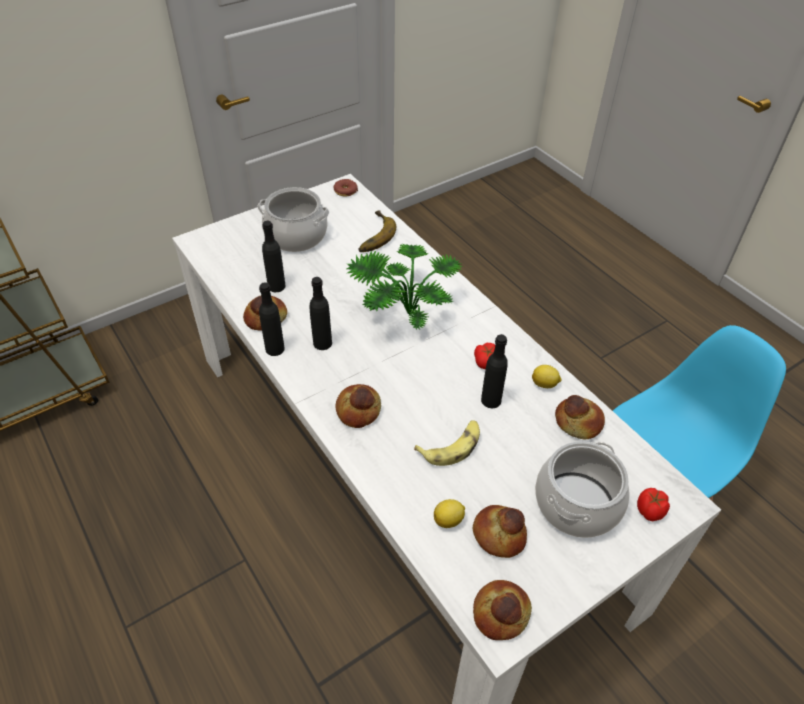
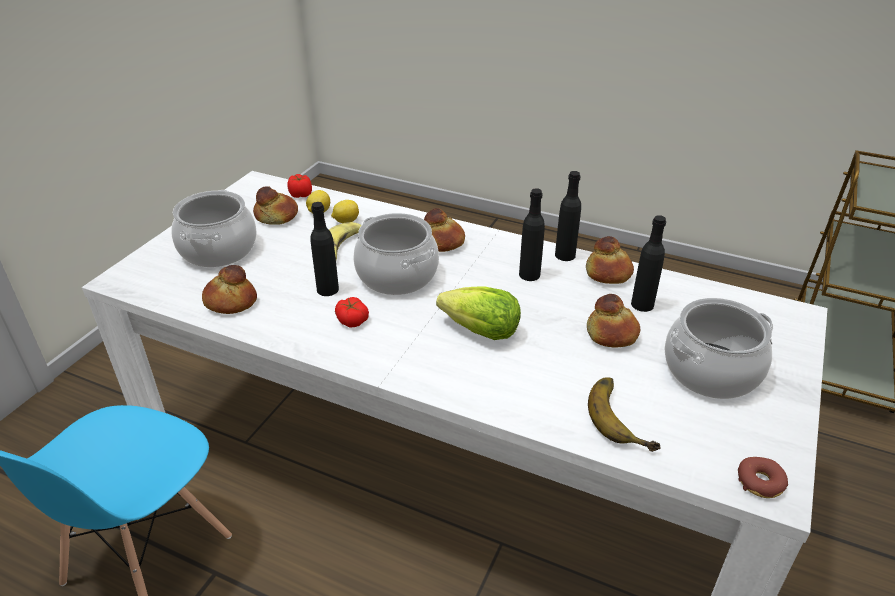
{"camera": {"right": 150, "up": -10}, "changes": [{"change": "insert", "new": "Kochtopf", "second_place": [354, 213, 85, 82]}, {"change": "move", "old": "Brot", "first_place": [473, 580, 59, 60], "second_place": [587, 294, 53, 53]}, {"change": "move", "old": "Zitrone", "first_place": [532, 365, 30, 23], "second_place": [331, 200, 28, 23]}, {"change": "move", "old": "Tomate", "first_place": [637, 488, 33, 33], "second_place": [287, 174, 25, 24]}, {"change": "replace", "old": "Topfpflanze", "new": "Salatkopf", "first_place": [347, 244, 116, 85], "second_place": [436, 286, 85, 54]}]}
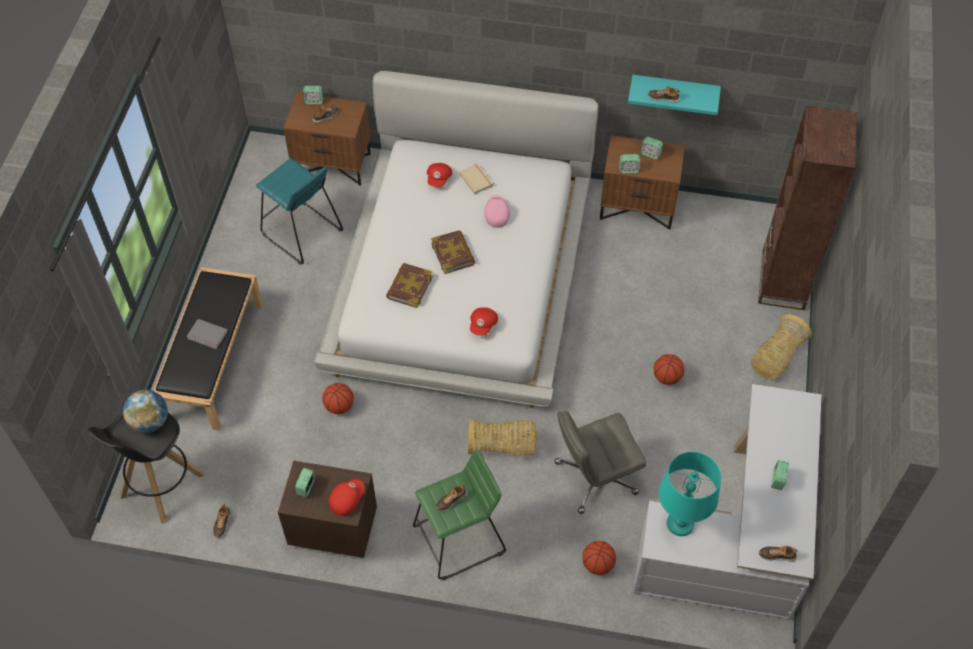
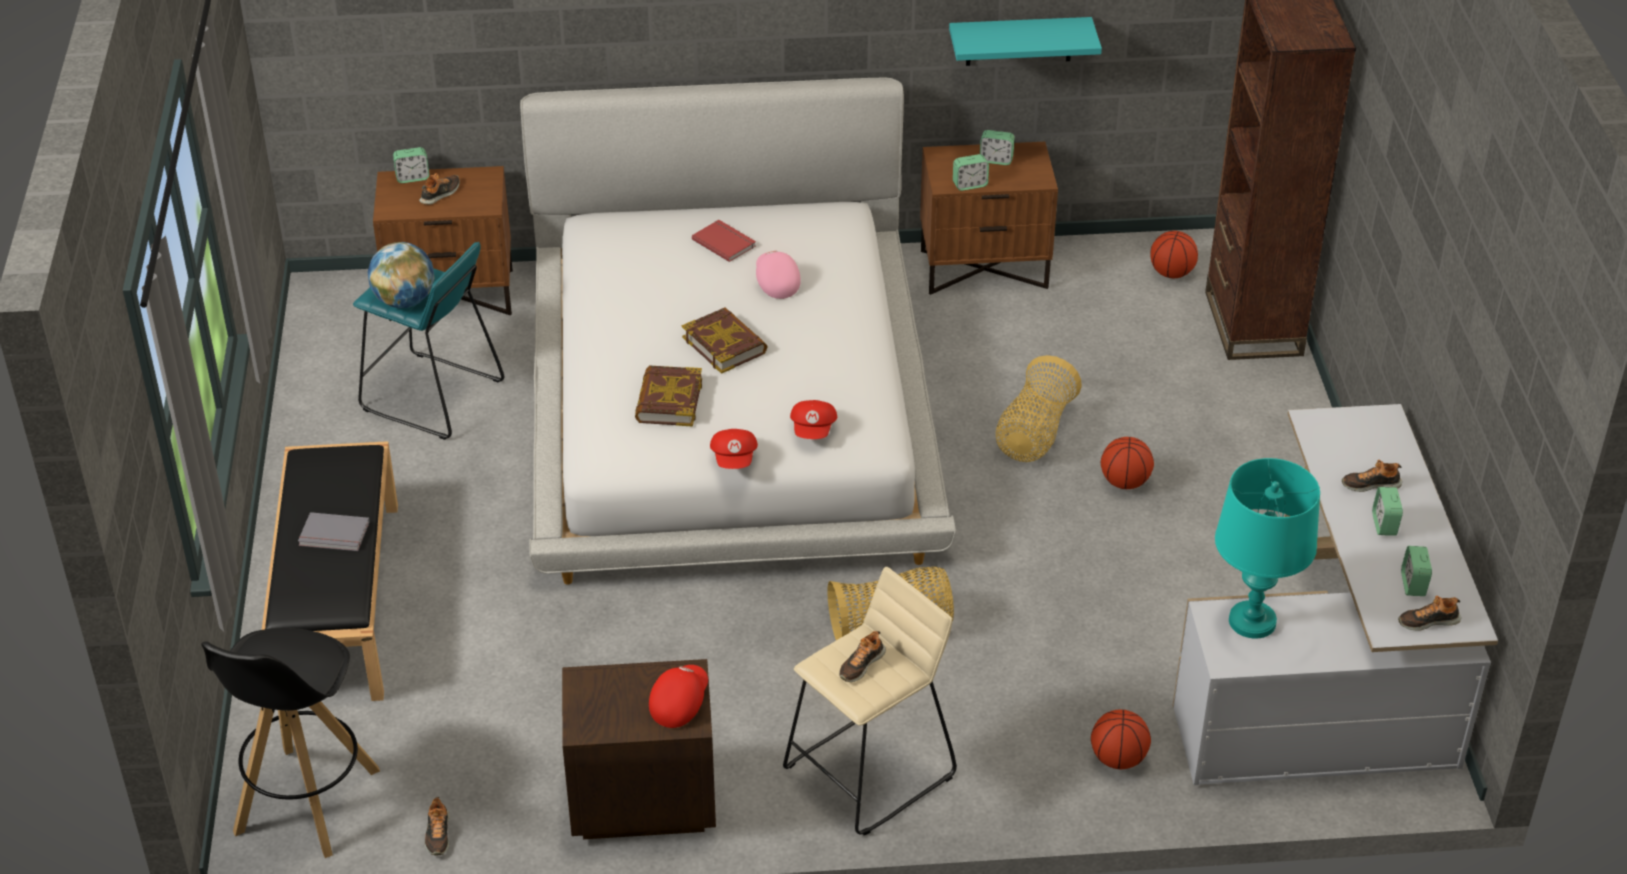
{"camera": {"right": -15, "up": -15}, "changes": [{"change": "delete", "old": "Bürostuhl [grau]", "first_place": [555, 411, 91, 103]}, {"change": "move", "old": "Globus", "first_place": [123, 390, 45, 43], "second_place": [367, 242, 68, 66]}, {"change": "move", "old": "Wecker", "first_place": [295, 468, 20, 29], "second_place": [1401, 546, 31, 50]}, {"change": "move", "old": "Basketball", "first_place": [322, 383, 32, 31], "second_place": [1150, 231, 48, 47]}, {"change": "move", "old": "Kappe [rot]", "first_place": [427, 163, 25, 24], "second_place": [710, 429, 48, 40]}, {"change": "move", "old": "Schuh", "first_place": [648, 86, 32, 17], "second_place": [1342, 460, 60, 32]}, {"change": "move", "old": "Korb", "first_place": [751, 314, 61, 66], "second_place": [996, 355, 86, 107]}, {"change": "recolor", "old": "Hocker [grün]", "new": "Hocker [beige]", "first_place": [413, 449, 93, 131], "second_place": [783, 567, 174, 268]}, {"change": "recolor", "old": "Buch [beige]", "new": "Buch [rot]", "first_place": [459, 163, 35, 31], "second_place": [692, 220, 64, 42]}]}
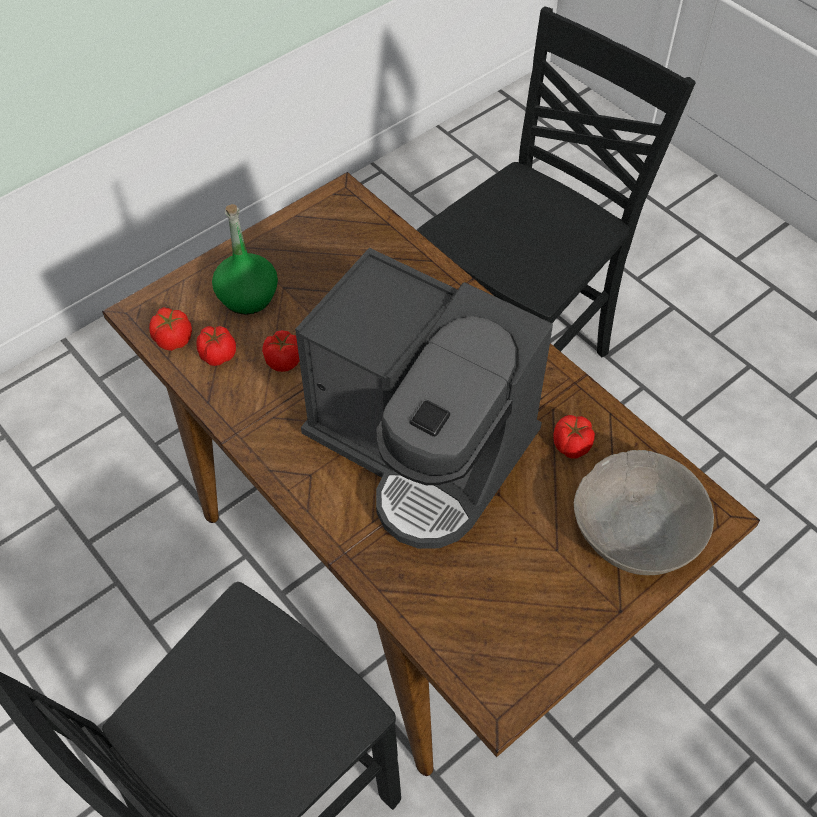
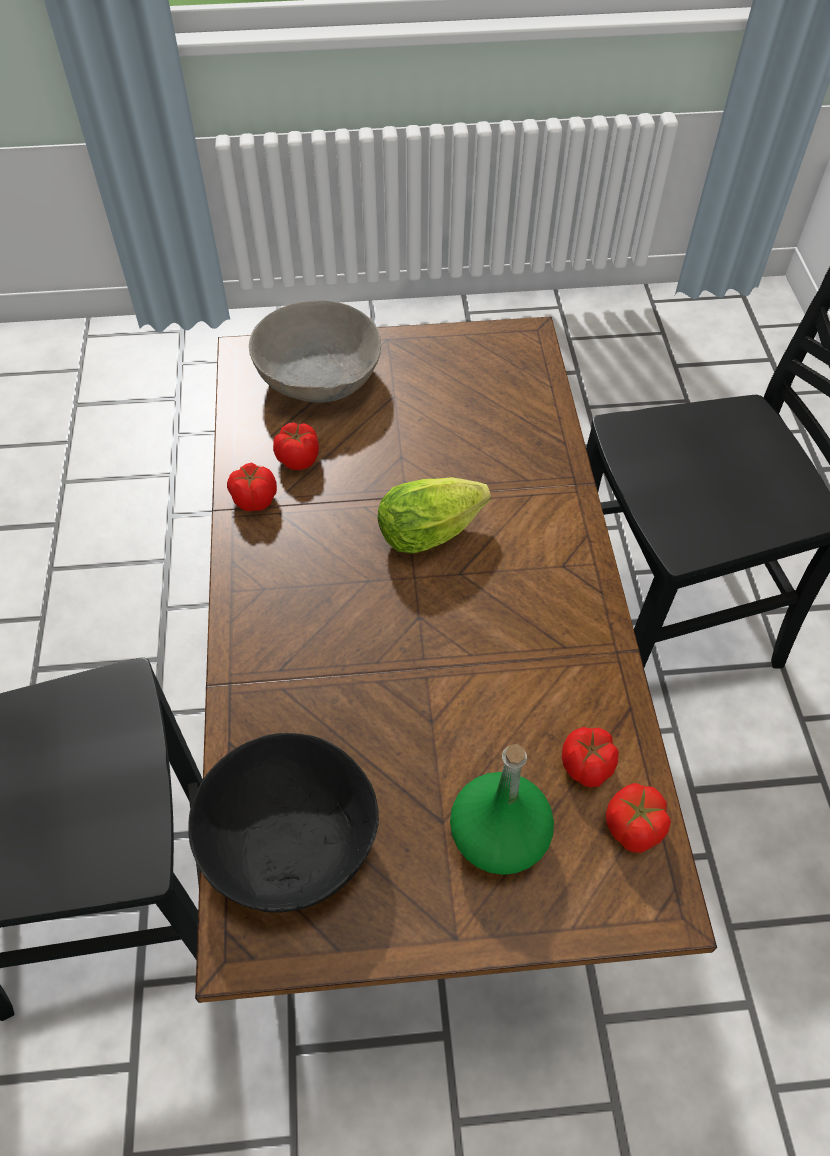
{"camera": {"right": -145, "up": 0}, "changes": [{"change": "insert", "new": "Schüssel [schwarz]", "second_place": [188, 733, 191, 180]}, {"change": "move", "old": "Tomate", "first_place": [262, 330, 37, 42], "second_place": [227, 463, 50, 49]}, {"change": "replace", "old": "Kaffeemaschine", "new": "Salatkopf", "first_place": [295, 248, 258, 301], "second_place": [378, 477, 113, 77]}]}
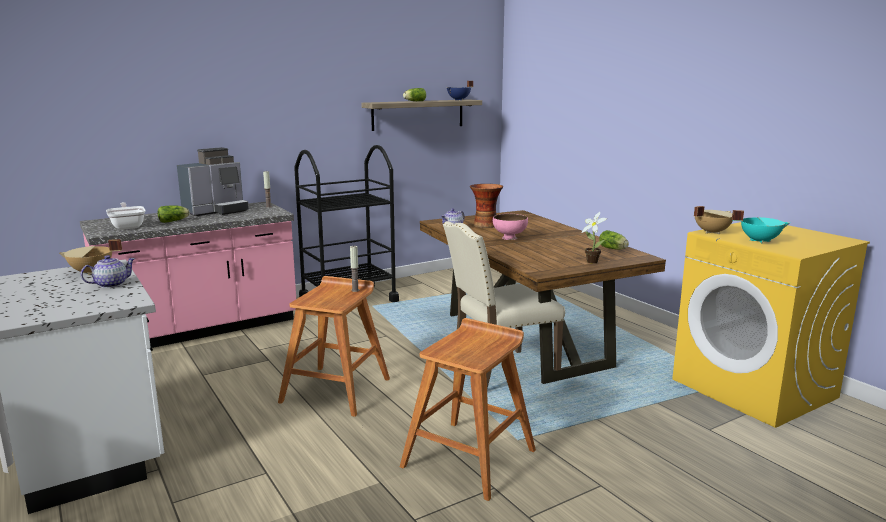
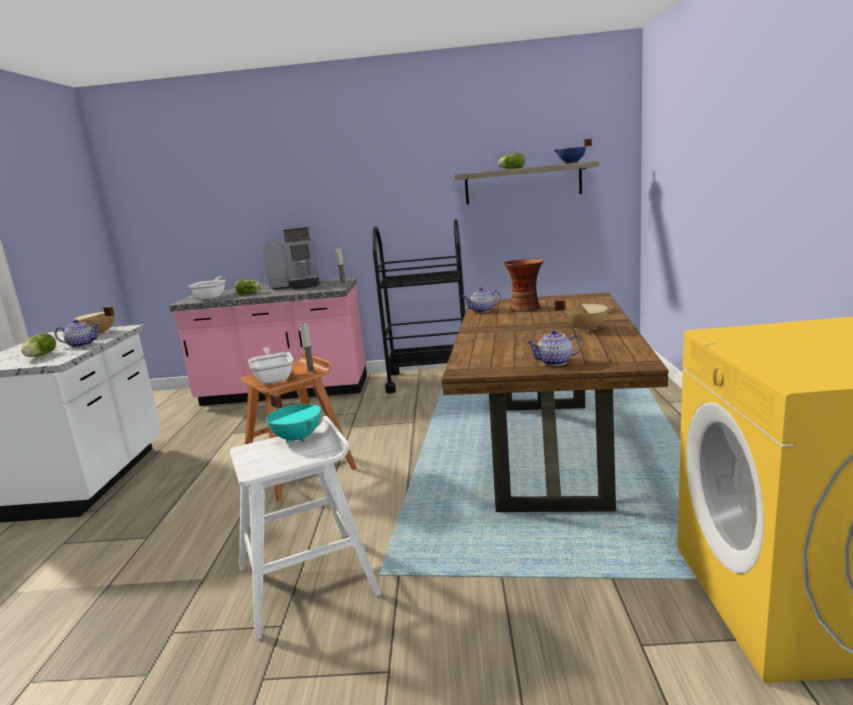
{"camera": {"right": 35, "up": 0}, "changes": [{"change": "delete", "old": "Stuhl [beige]", "first_place": [443, 221, 122, 167]}, {"change": "delete", "old": "Schüssel [rosa]", "first_place": [493, 214, 35, 26]}, {"change": "insert", "new": "Pfanne", "second_place": [248, 347, 45, 37]}, {"change": "move", "old": "Salatkopf", "first_place": [599, 230, 30, 20], "second_place": [21, 333, 35, 24]}, {"change": "move", "old": "Kochtopf [beige]", "first_place": [694, 206, 39, 28], "second_place": [554, 299, 59, 33]}, {"change": "move", "old": "Kochtopf [türkis]", "first_place": [732, 210, 58, 33], "second_place": [267, 393, 54, 50]}, {"change": "replace", "old": "Topfpflanze", "new": "Teekanne", "first_place": [582, 212, 25, 52], "second_place": [526, 330, 57, 36]}, {"change": "recolor", "old": "Hocker [braun]", "new": "Hocker [weiß]", "first_place": [400, 318, 136, 183], "second_place": [230, 416, 151, 224]}]}
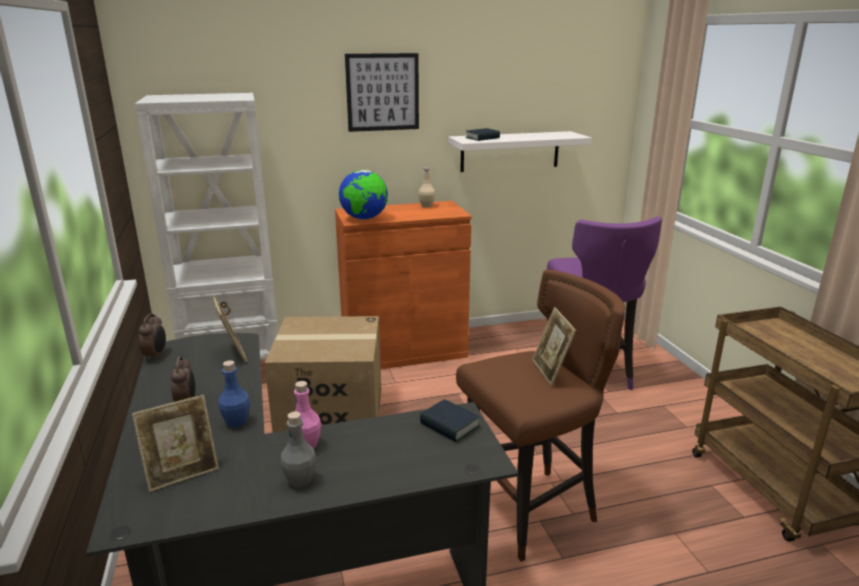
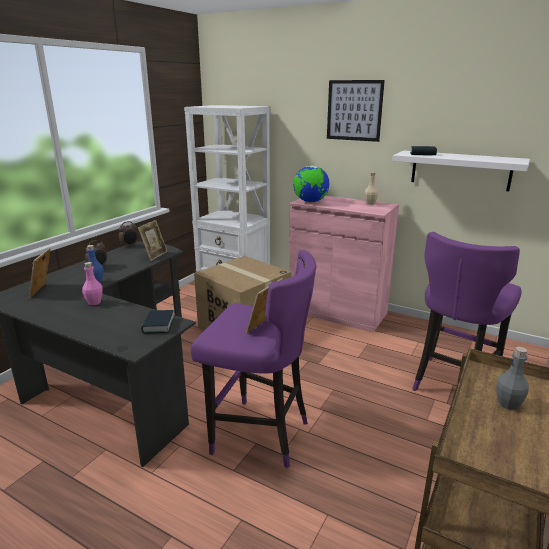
{"camera": {"right": 45, "up": 0}, "changes": [{"change": "move", "old": "Flasche [grau]", "first_place": [281, 412, 35, 75], "second_place": [496, 346, 33, 64]}, {"change": "recolor", "old": "Schrank [orange]", "new": "Schrank [rosa]", "first_place": [335, 201, 137, 168], "second_place": [289, 196, 110, 136]}, {"change": "recolor", "old": "Hocker [braun]", "new": "Hocker [lila]", "first_place": [456, 269, 170, 293], "second_place": [191, 250, 126, 218]}, {"change": "rotate", "old": "Bilderrahmen", "first_place": [132, 395, 87, 97], "second_place": [28, 248, 23, 51], "degrees": 75}]}
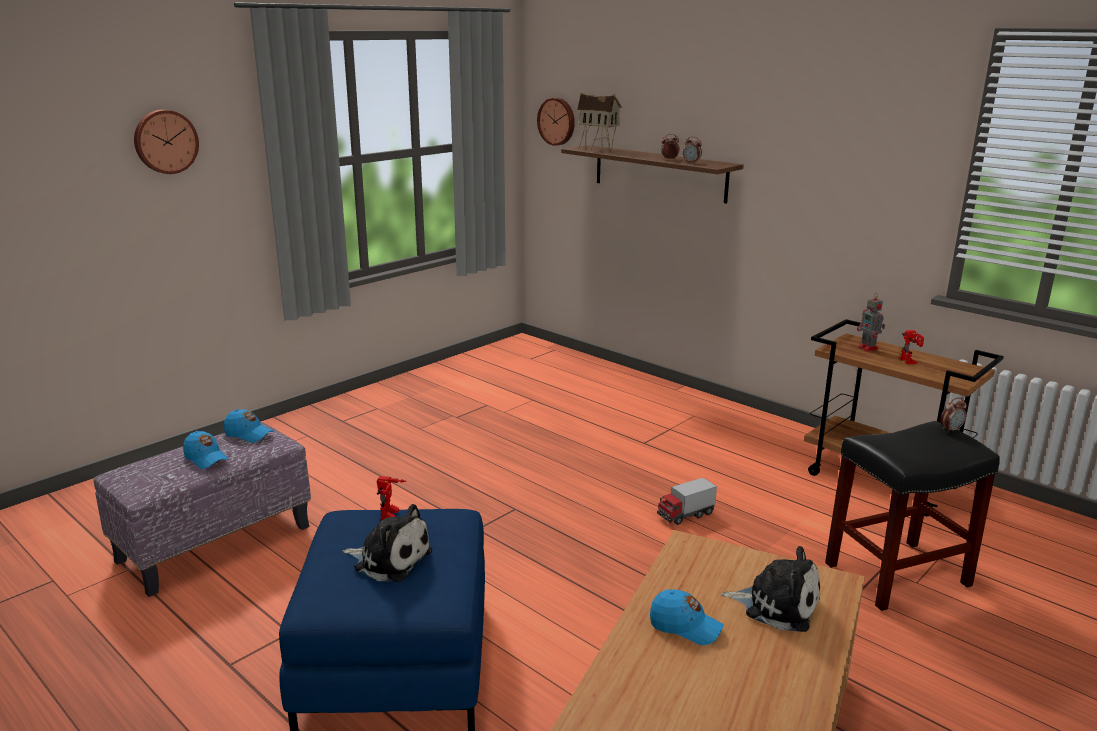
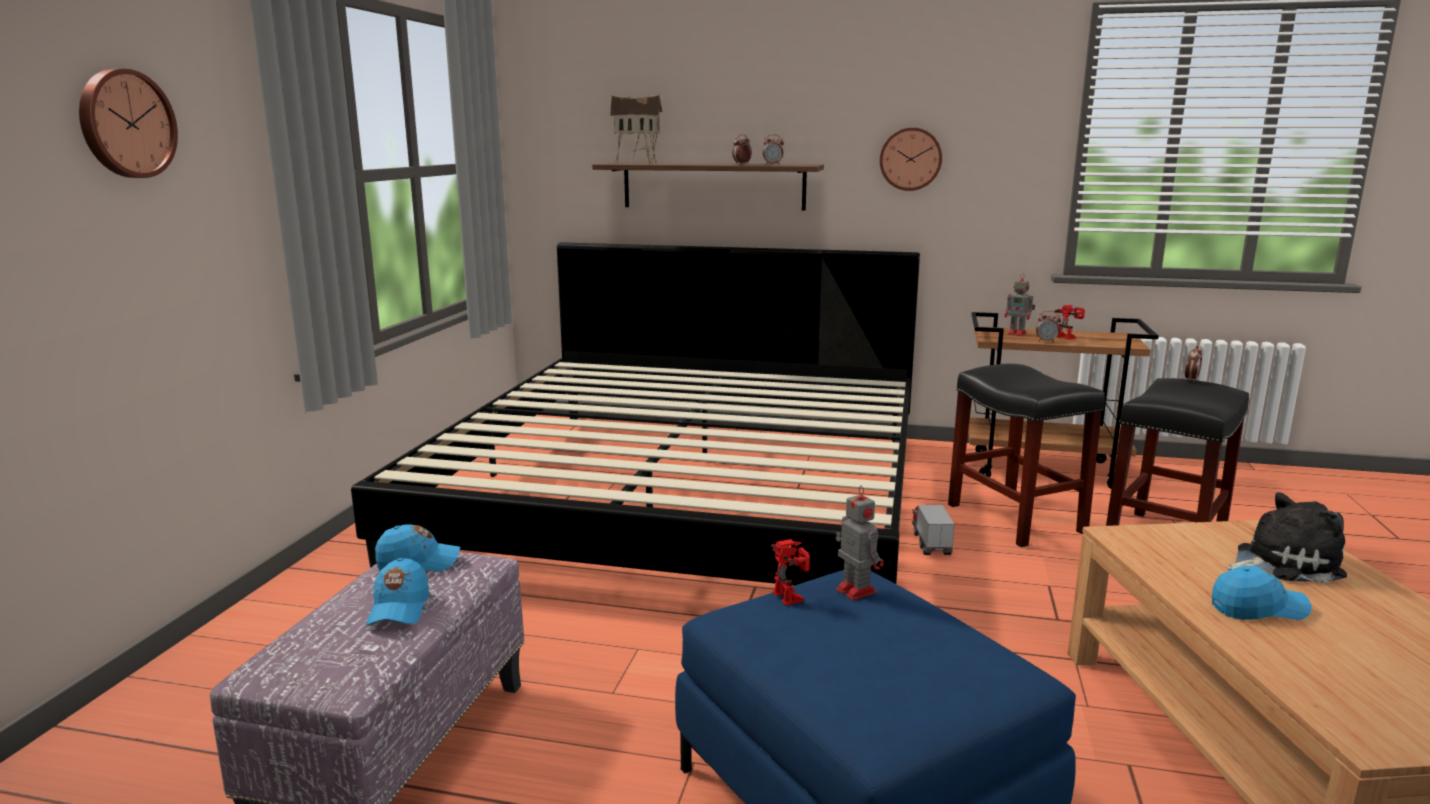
{"camera": {"right": -30, "up": -5}, "changes": [{"change": "delete", "old": "Plüschtier", "first_place": [342, 504, 90, 78]}, {"change": "insert", "new": "Bett", "second_place": [351, 242, 569, 344]}, {"change": "insert", "new": "Spielzeugroboter", "second_place": [836, 485, 48, 115]}, {"change": "insert", "new": "Hocker [schwarz]", "second_place": [948, 364, 157, 183]}, {"change": "insert", "new": "Wecker", "second_place": [1036, 311, 25, 32]}, {"change": "move", "old": "Wanduhr", "first_place": [537, 98, 38, 48], "second_place": [880, 127, 62, 64]}, {"change": "rotate", "old": "Kappe [blau]", "first_place": [183, 431, 46, 38], "second_place": [366, 558, 63, 68], "degrees": 75}, {"change": "rotate", "old": "Spielzeuglaster", "first_place": [657, 477, 60, 48], "second_place": [912, 505, 43, 50], "degrees": 150}]}
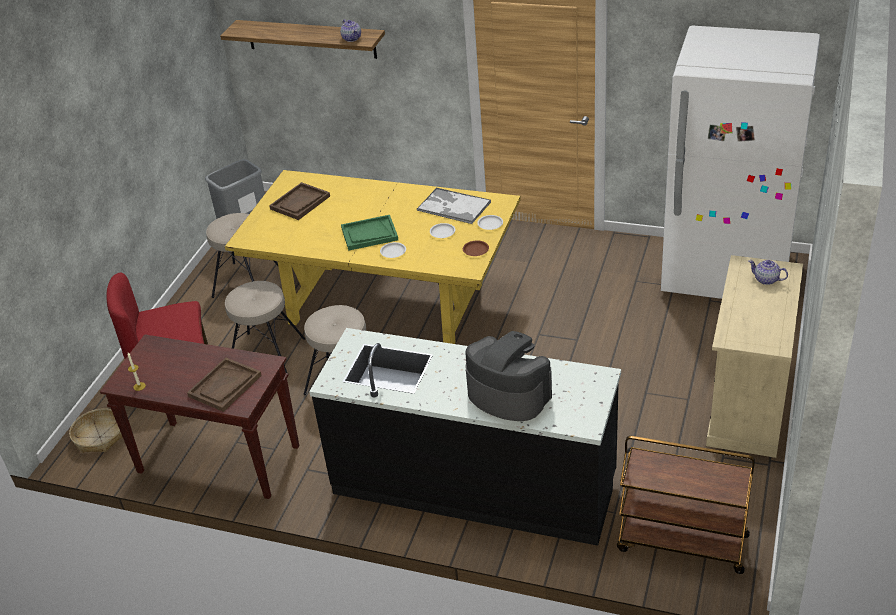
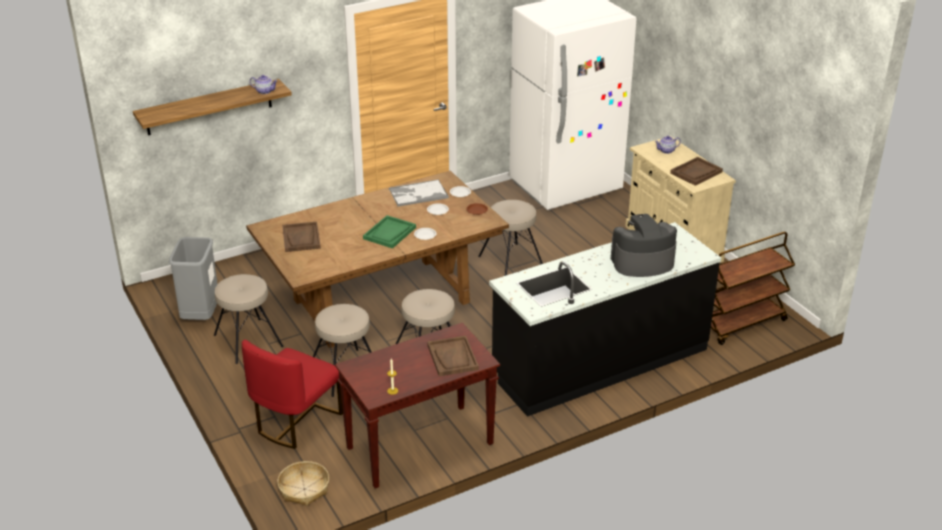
{"camera": {"right": -50, "up": -5}, "changes": [{"change": "insert", "new": "Hocker [beige]", "second_place": [478, 200, 65, 76]}, {"change": "insert", "new": "Tablett [braun]", "second_place": [670, 157, 53, 29]}, {"change": "recolor", "old": "Esstisch [gelb]", "new": "Esstisch [braun]", "first_place": [225, 170, 296, 174], "second_place": [246, 171, 263, 177]}]}
